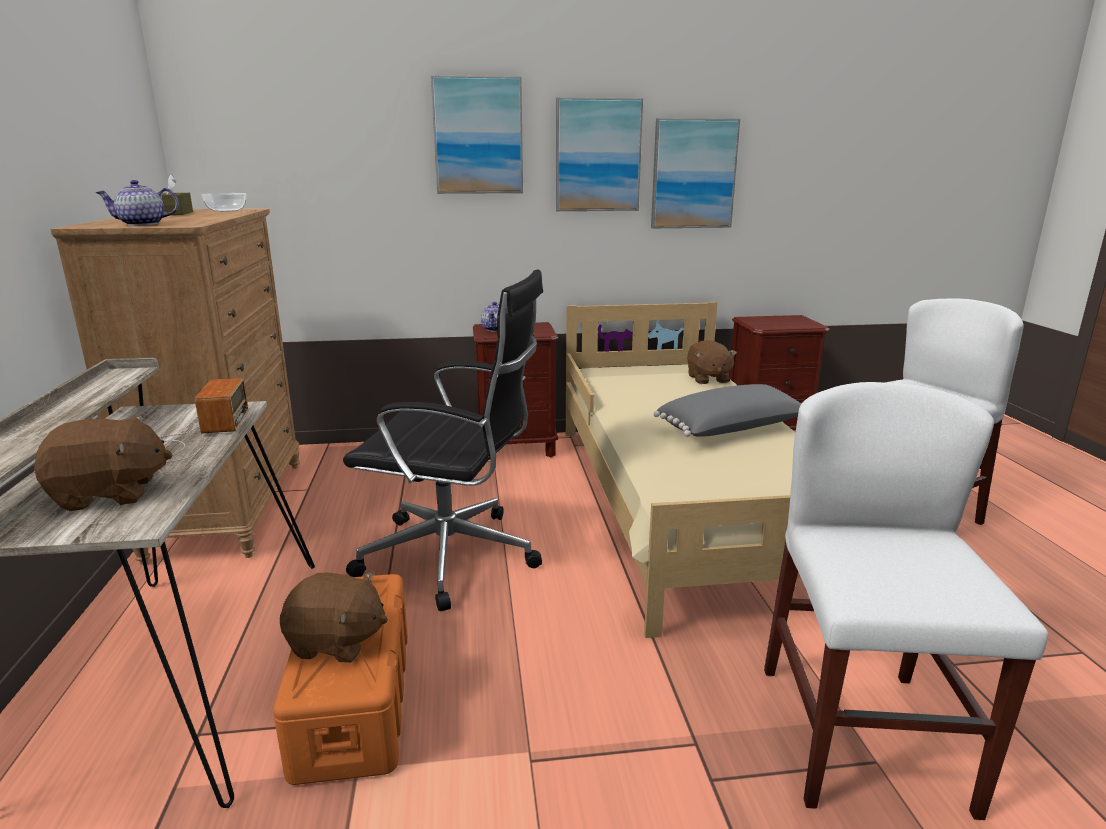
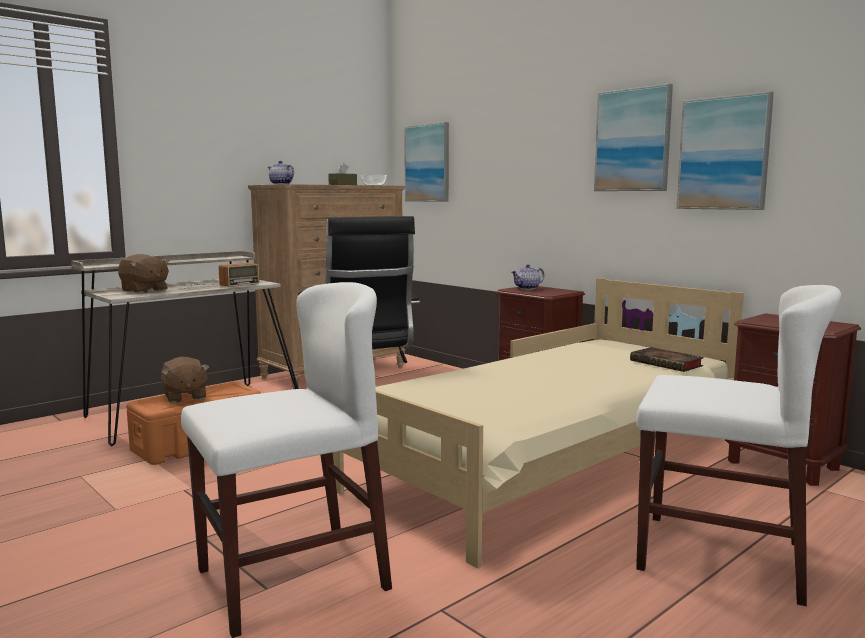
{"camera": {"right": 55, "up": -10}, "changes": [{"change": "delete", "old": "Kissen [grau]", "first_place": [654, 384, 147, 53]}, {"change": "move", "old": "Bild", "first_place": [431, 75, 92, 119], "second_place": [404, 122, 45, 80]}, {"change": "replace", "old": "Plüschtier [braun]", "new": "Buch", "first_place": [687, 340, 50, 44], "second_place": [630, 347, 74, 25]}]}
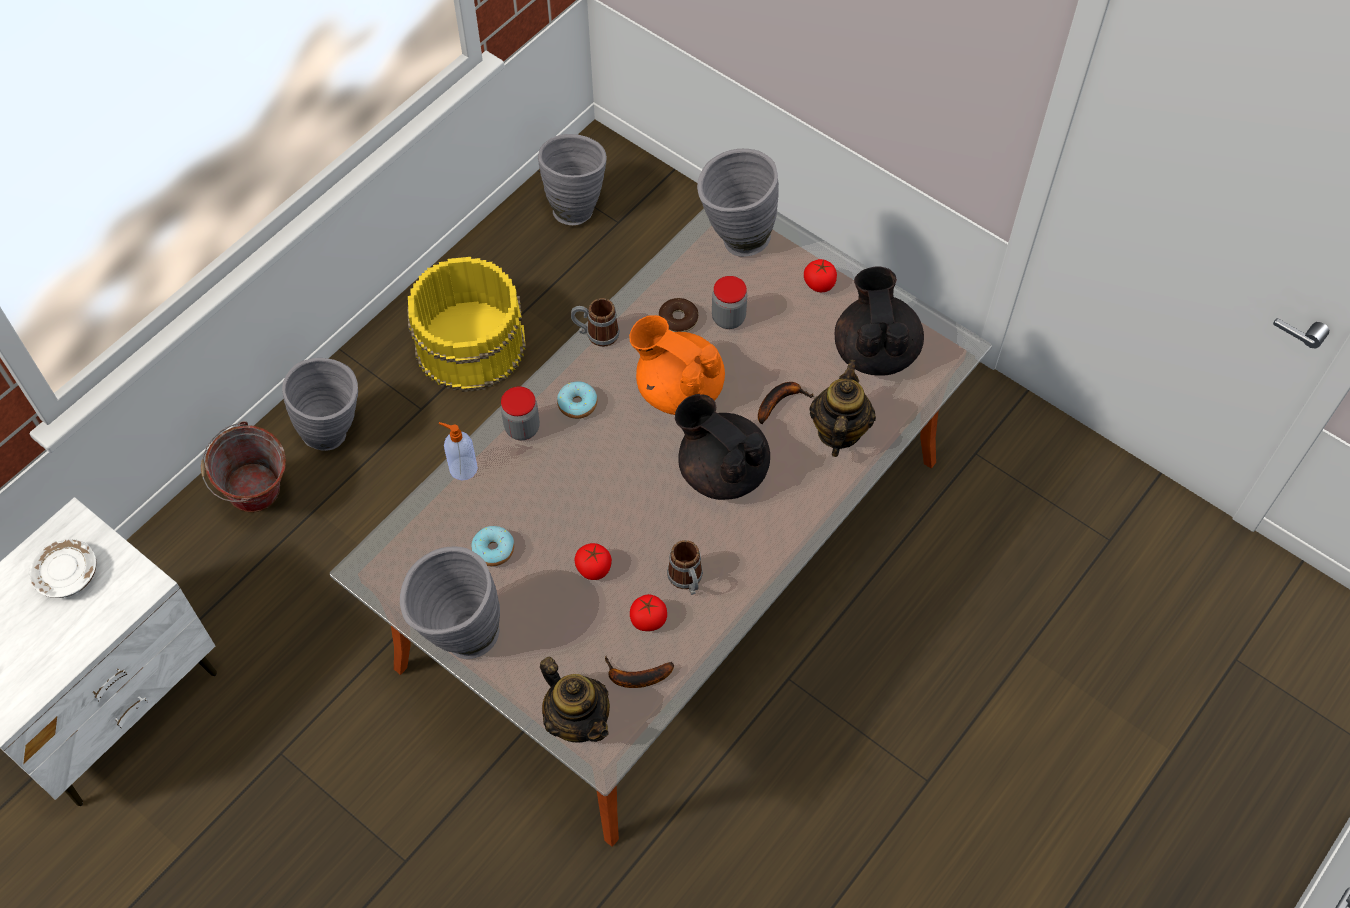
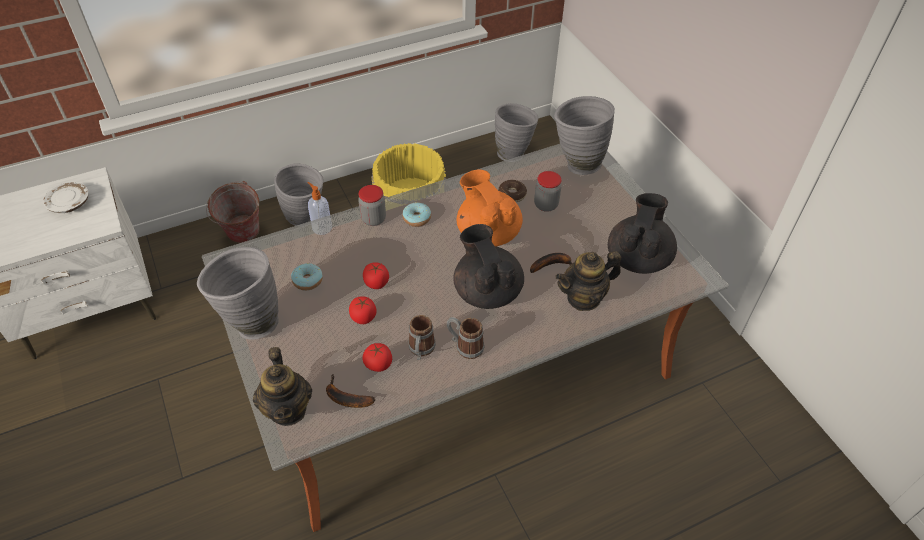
{"camera": {"right": 25, "up": -10}, "changes": [{"change": "move", "old": "Henkelbecher", "first_place": [571, 298, 49, 49], "second_place": [447, 317, 37, 42]}, {"change": "move", "old": "Tomate", "first_place": [804, 259, 33, 33], "second_place": [363, 262, 26, 27]}, {"change": "rotate", "old": "Teekanne", "first_place": [810, 360, 66, 97], "second_place": [556, 251, 65, 60], "degrees": -150}]}
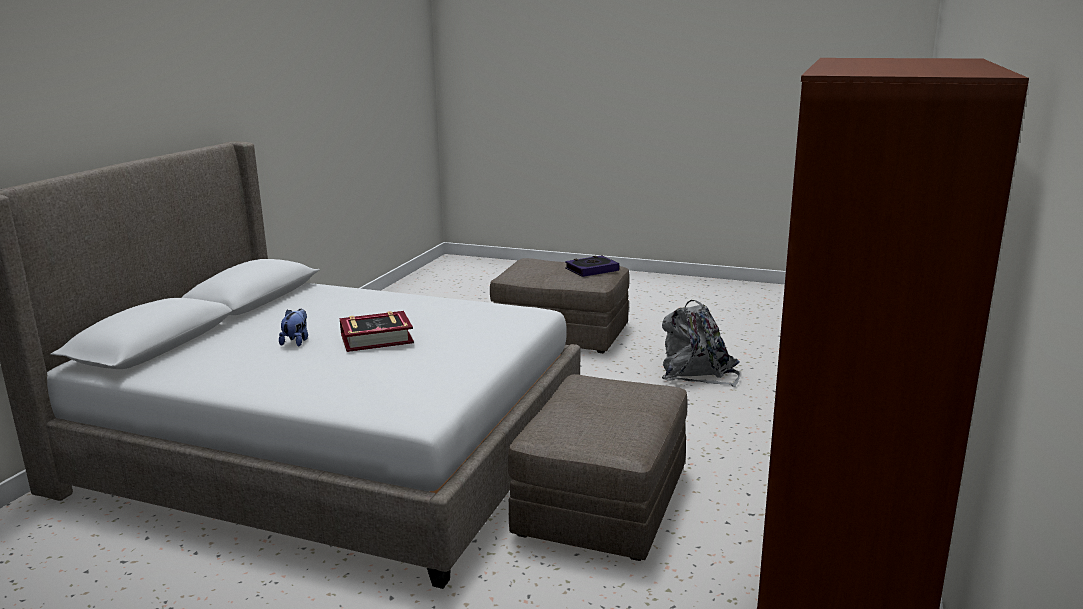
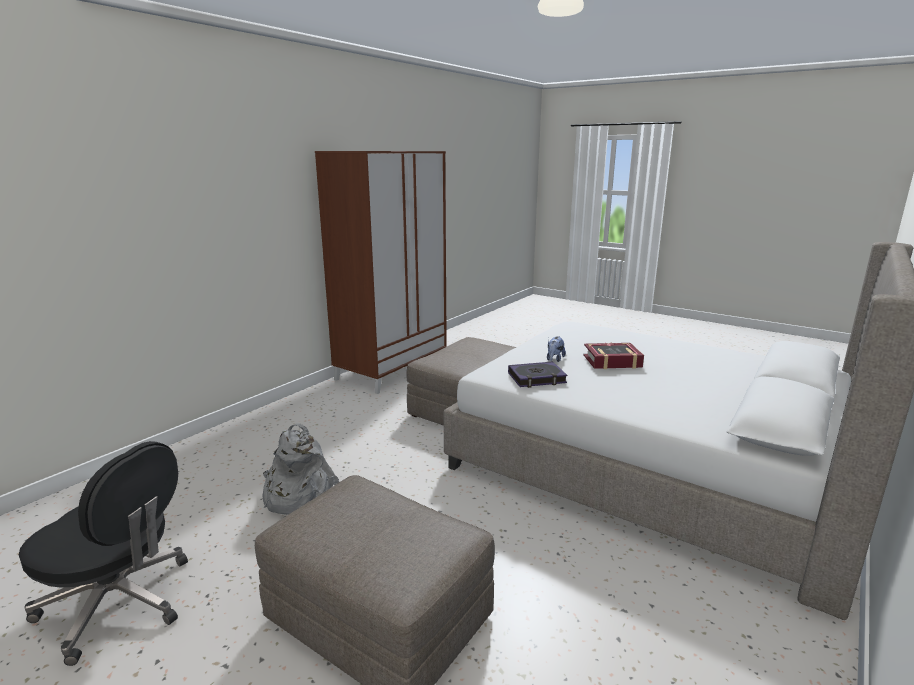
{"camera": {"right": -165, "up": 0}, "changes": [{"change": "insert", "new": "Bürostuhl [schwarz]", "second_place": [19, 441, 169, 225]}, {"change": "move", "old": "Plüschtier", "first_place": [279, 309, 29, 37], "second_place": [547, 336, 19, 26]}, {"change": "move", "old": "Buch", "first_place": [565, 255, 54, 22], "second_place": [508, 362, 59, 26]}]}
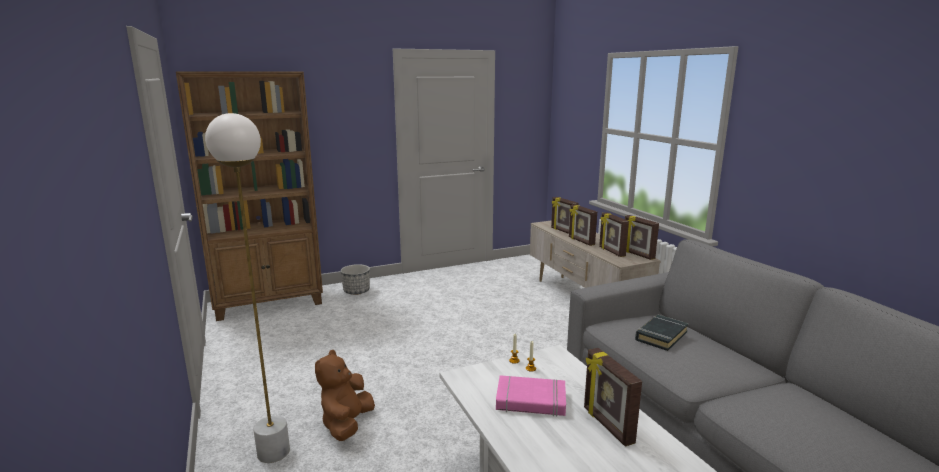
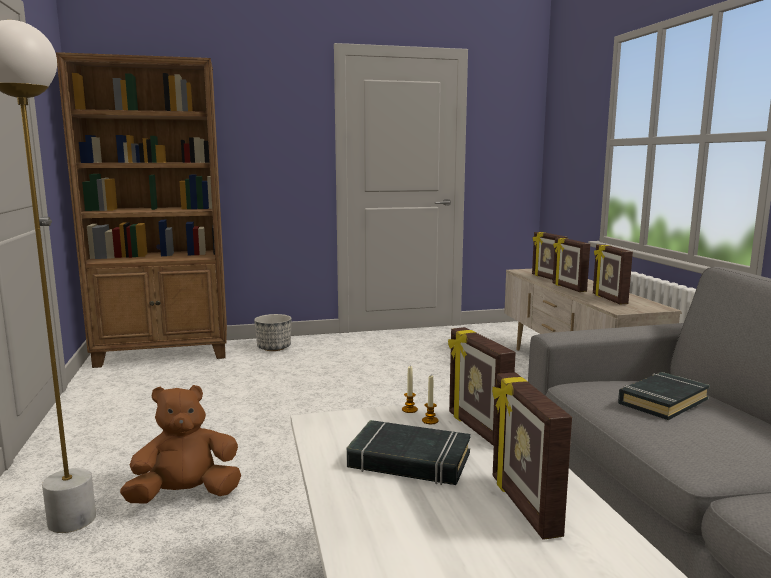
{"camera": {"right": 10, "up": -5}, "changes": [{"change": "move", "old": "Bilderrahmen", "first_place": [625, 215, 34, 45], "second_place": [448, 327, 68, 119]}, {"change": "recolor", "old": "Buch [rosa]", "new": "Buch [schwarz]", "first_place": [496, 375, 70, 42], "second_place": [347, 420, 124, 65]}, {"change": "rotate", "old": "Plüschtier [braun]", "first_place": [315, 350, 60, 91], "second_place": [120, 385, 121, 119], "degrees": 45}]}
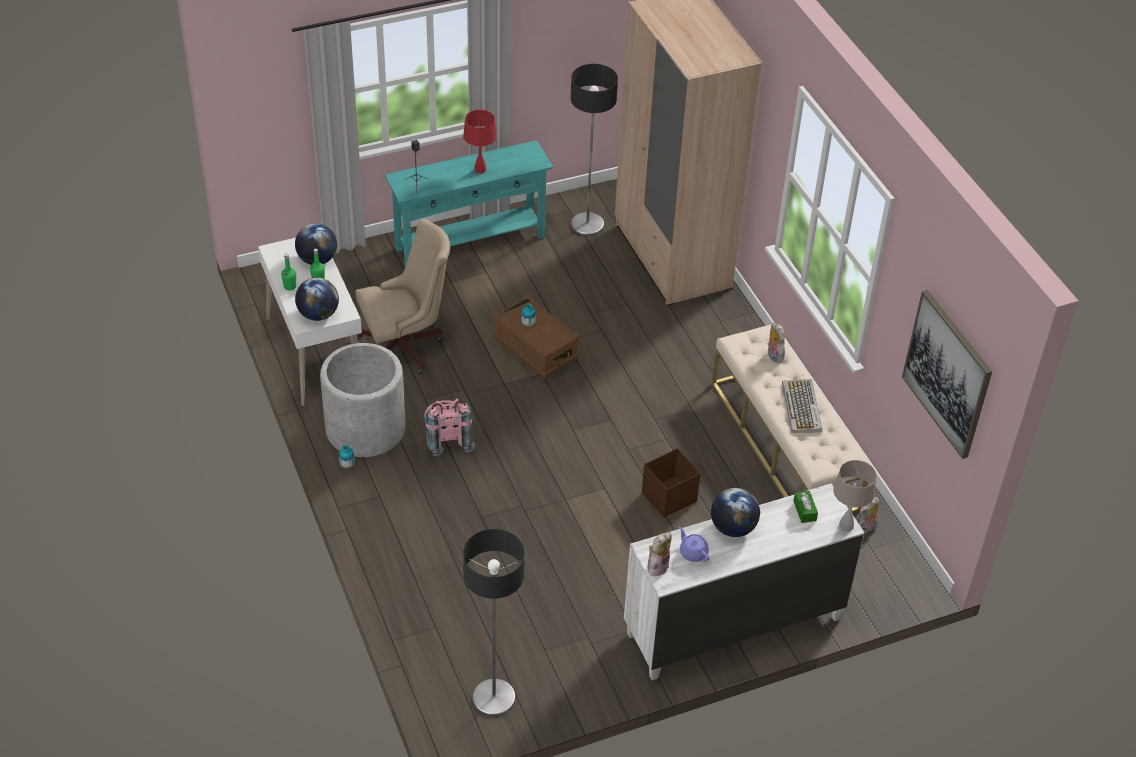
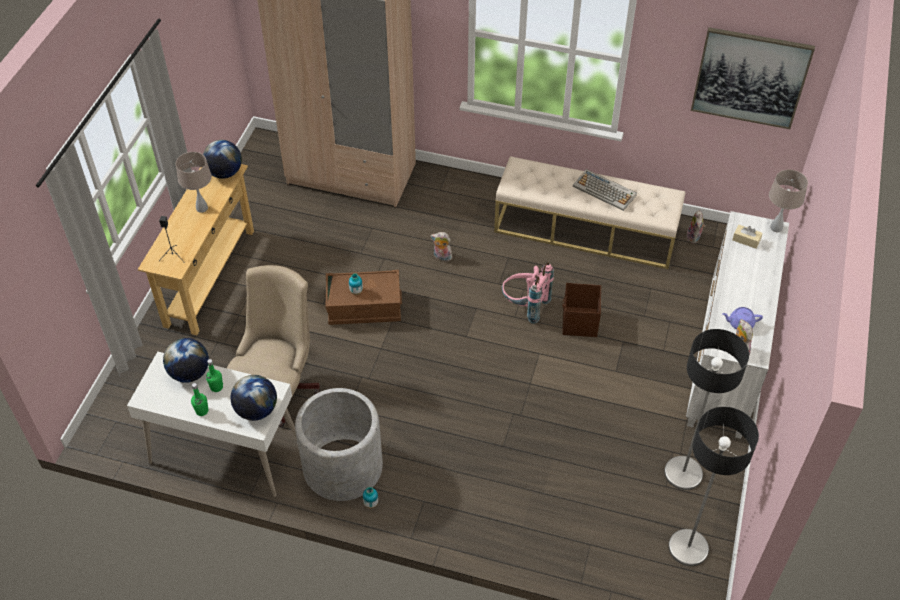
{"camera": {"right": -50, "up": 5}, "changes": [{"change": "move", "old": "Rucksack [rosa]", "first_place": [424, 399, 51, 58], "second_place": [501, 262, 53, 62]}, {"change": "move", "old": "Stehlampe", "first_place": [571, 64, 47, 172], "second_place": [664, 329, 85, 161]}, {"change": "move", "old": "Globus", "first_place": [711, 488, 49, 49], "second_place": [203, 140, 39, 39]}, {"change": "move", "old": "Plüschtier", "first_place": [767, 323, 18, 40], "second_place": [431, 232, 21, 30]}, {"change": "recolor", "old": "Konsolentisch [türkis]", "new": "Konsolentisch [beige]", "first_place": [385, 140, 168, 126], "second_place": [138, 164, 116, 171]}, {"change": "recolor", "old": "Tischlampe [rot]", "new": "Tischlampe [beige]", "first_place": [463, 110, 34, 64], "second_place": [176, 152, 36, 61]}, {"change": "recolor", "old": "Taschentuchbox [grün]", "new": "Taschentuchbox [beige]", "first_place": [793, 491, 25, 32], "second_place": [732, 224, 30, 25]}]}
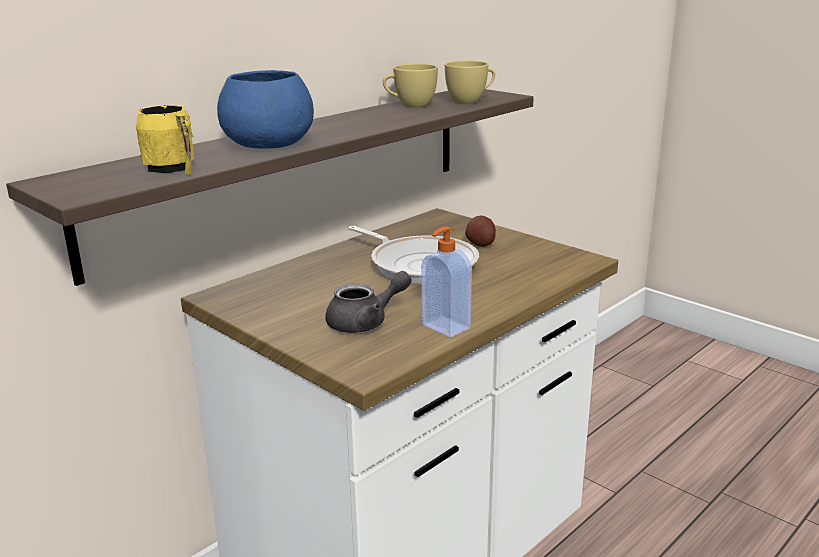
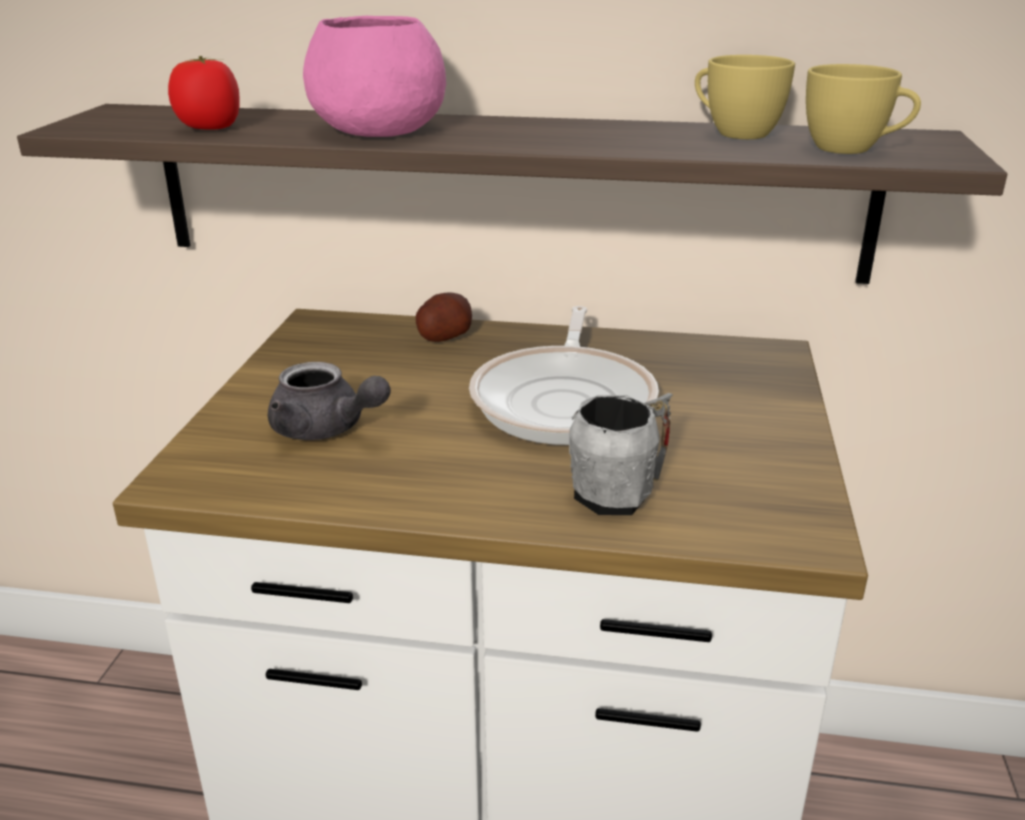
{"camera": {"right": 55, "up": 5}, "changes": [{"change": "delete", "old": "Seifenspender", "first_place": [421, 226, 51, 111]}, {"change": "insert", "new": "Henkelbecher [grau]", "second_place": [569, 393, 104, 122]}, {"change": "move", "old": "Kartoffel", "first_place": [465, 216, 31, 31], "second_place": [416, 293, 56, 49]}, {"change": "replace", "old": "Henkelbecher [gelb]", "new": "Tomate", "first_place": [136, 105, 58, 70], "second_place": [168, 56, 72, 74]}, {"change": "recolor", "old": "Schüssel [blau]", "new": "Schüssel [rosa]", "first_place": [217, 70, 97, 79], "second_place": [303, 16, 143, 121]}]}
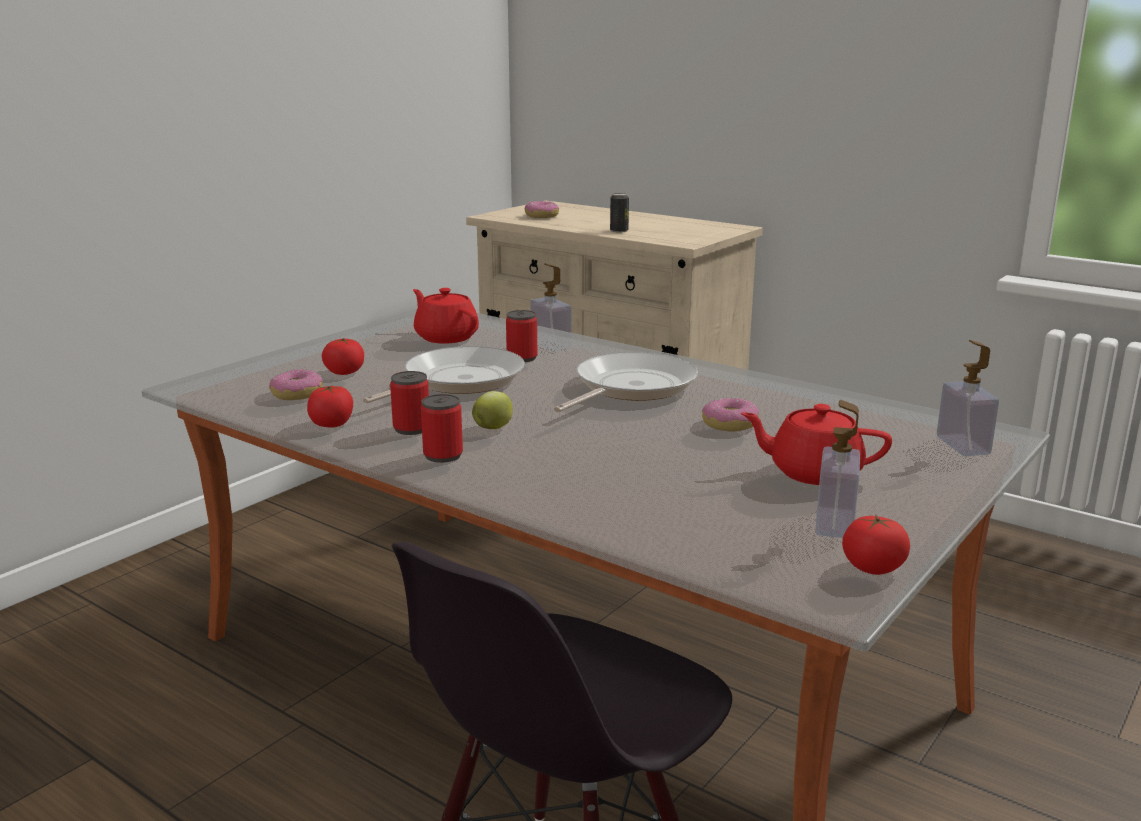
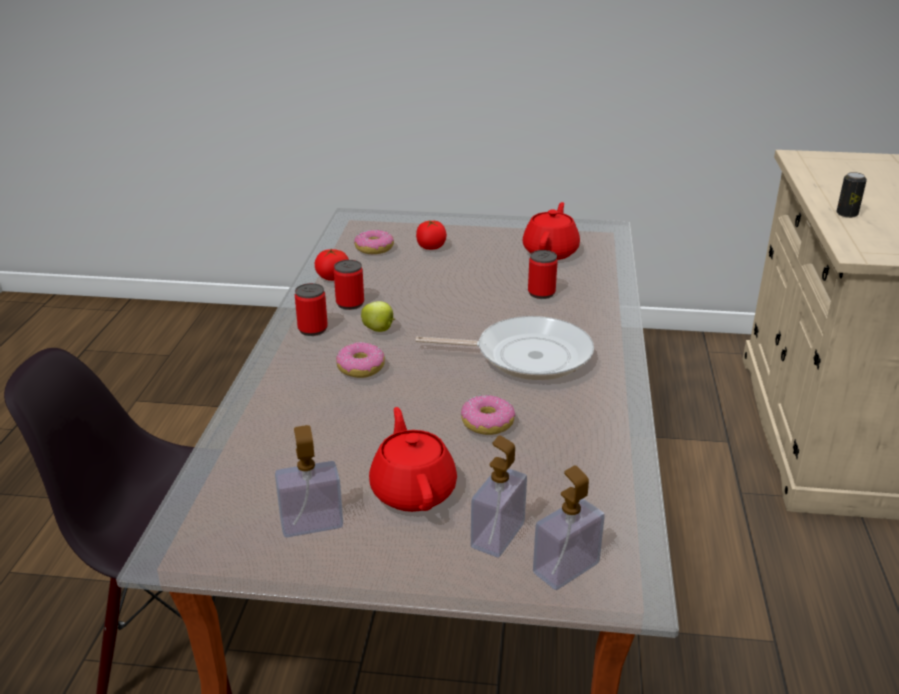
{"camera": {"right": 60, "up": 10}, "changes": [{"change": "delete", "old": "Pfanne", "first_place": [363, 346, 162, 57]}, {"change": "delete", "old": "Tomate", "first_place": [842, 514, 68, 61]}, {"change": "move", "old": "Donut", "first_place": [525, 201, 34, 17], "second_place": [336, 342, 49, 36]}, {"change": "move", "old": "Seifenspender", "first_place": [530, 263, 41, 89], "second_place": [471, 435, 56, 122]}]}
